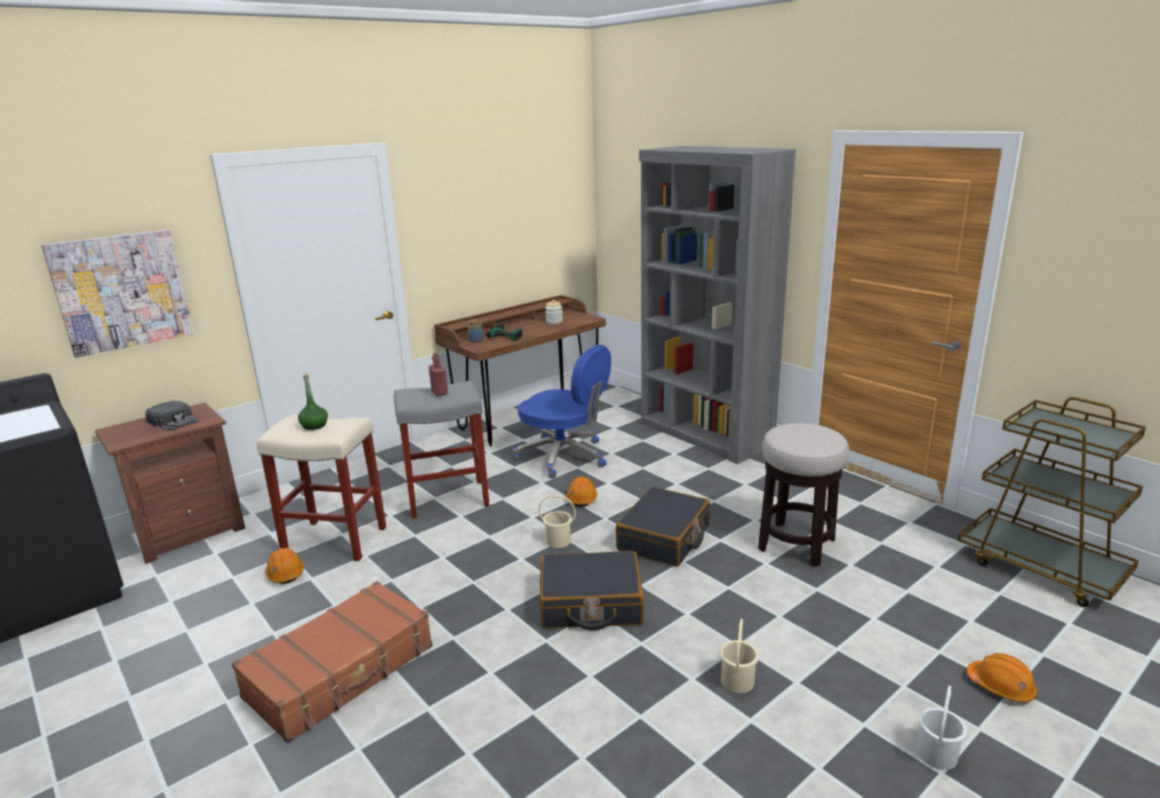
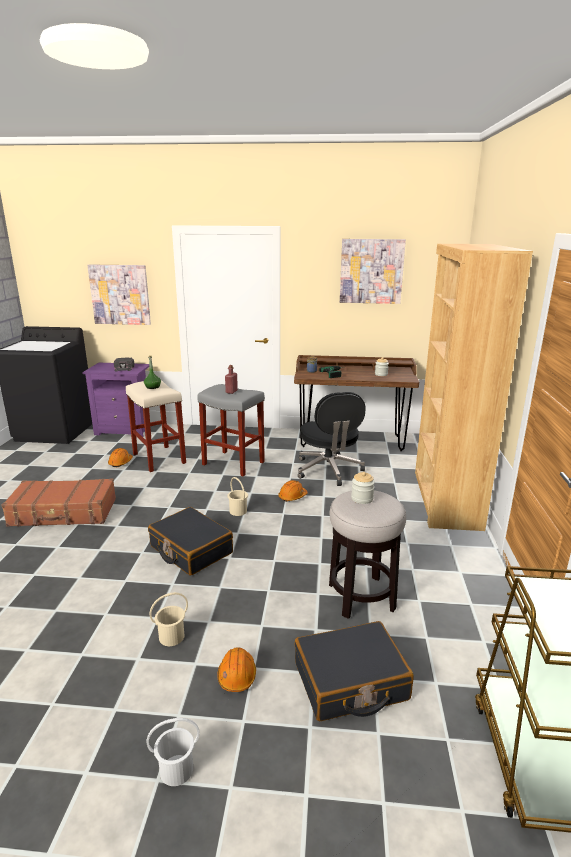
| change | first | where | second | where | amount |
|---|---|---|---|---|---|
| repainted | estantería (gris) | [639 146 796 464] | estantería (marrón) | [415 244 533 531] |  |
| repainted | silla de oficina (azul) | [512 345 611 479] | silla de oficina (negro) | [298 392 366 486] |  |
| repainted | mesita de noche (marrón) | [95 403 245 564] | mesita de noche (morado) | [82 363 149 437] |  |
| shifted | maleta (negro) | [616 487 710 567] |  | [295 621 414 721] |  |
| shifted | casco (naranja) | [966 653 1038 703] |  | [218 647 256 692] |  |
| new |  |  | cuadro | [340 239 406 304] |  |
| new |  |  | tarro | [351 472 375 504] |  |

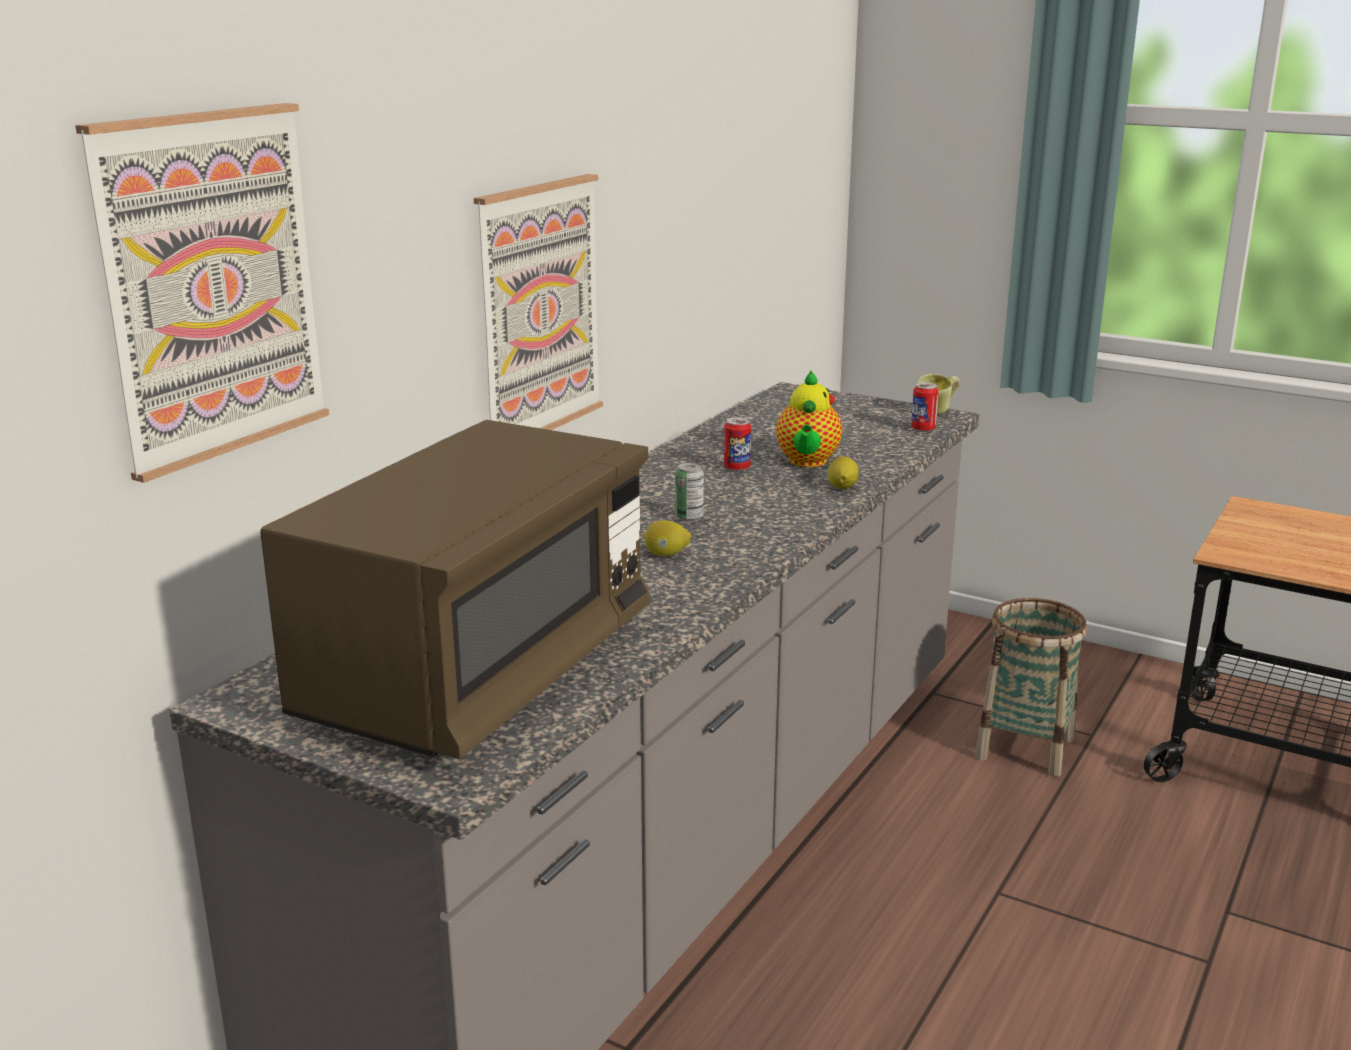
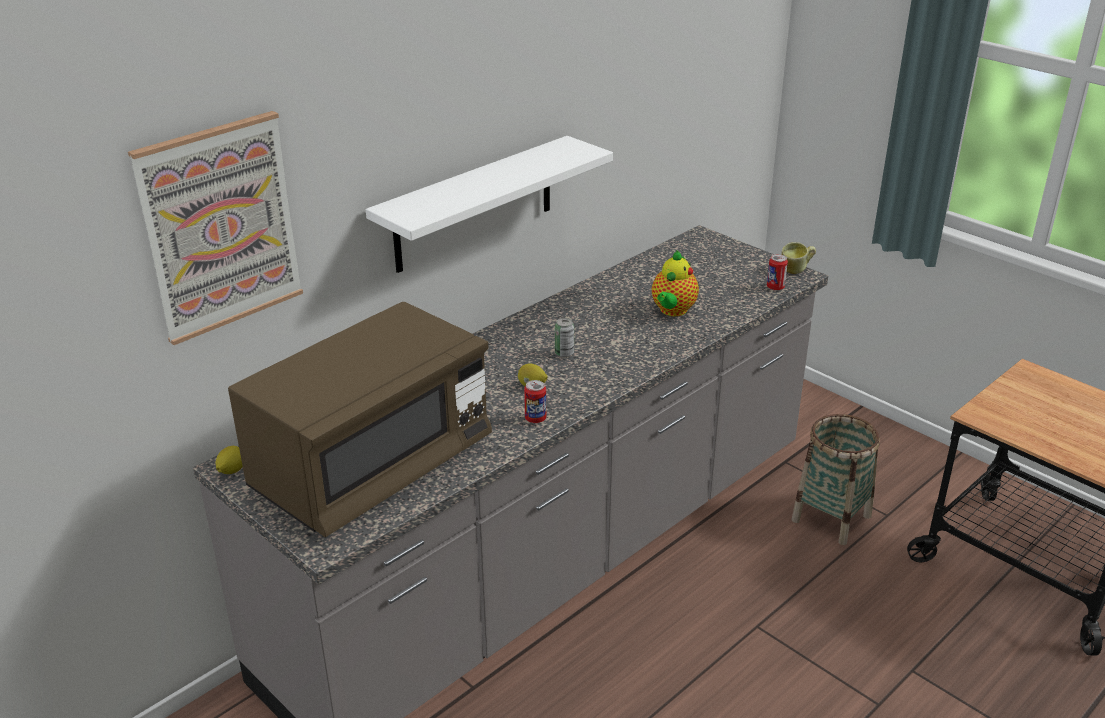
| change | first | where | second | where | amount |
|---|---|---|---|---|---|
| swapped | cuadro | [474 174 603 430] | estante (blanco) | [366 136 613 273] |  |
| shifted | lata | [724 418 751 471] |  | [524 380 546 423] |  |
| shifted | limón | [827 456 859 489] |  | [216 446 243 474] |  |

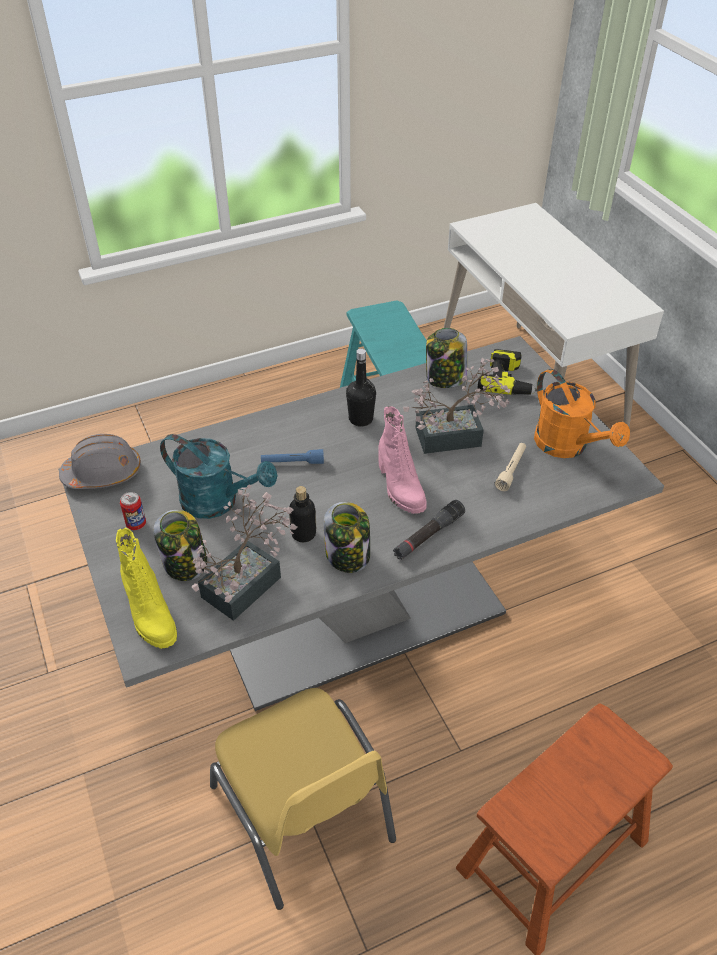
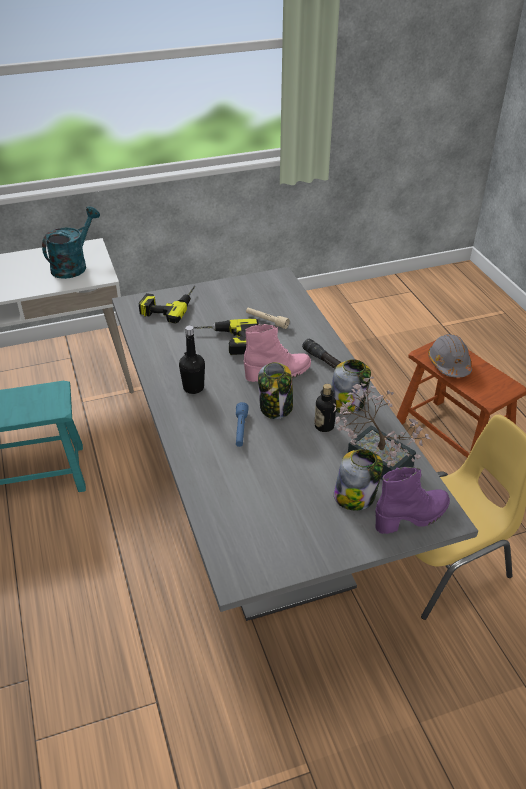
| change | first | where | second | where | amount |
|---|---|---|---|---|---|
| shifted | tarro | [426 328 467 388] |  | [258 362 293 419] |  |
| swapped | planta en maceta | [403 358 510 454] | taladro | [193 319 259 355] |  |
| gone | regadera (naranja) | [534 369 630 458] |  |  |  |
| shifted | casco (gris) | [59 434 141 489] |  | [428 334 472 378] |  |
| shifted | regadera (turquesa) | [160 434 278 519] |  | [42 206 100 279] |  |
| gone | lata | [120 492 146 530] |  |  |  |
| repainted | bota (amarillo) | [116 528 177 649] | bota (morado) | [376 467 450 534] |  |

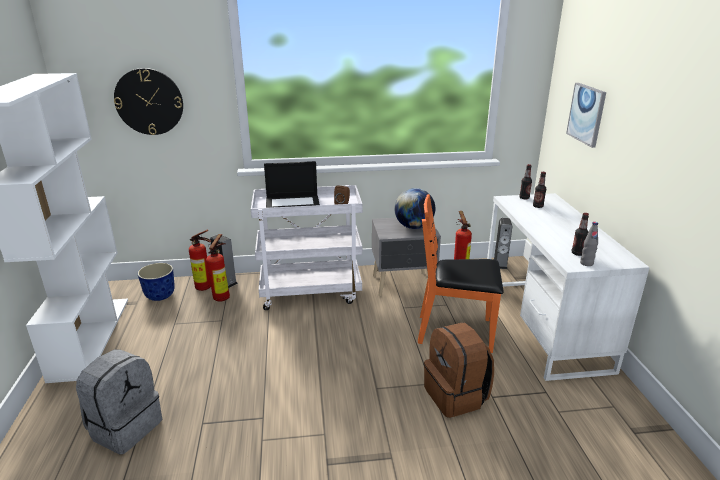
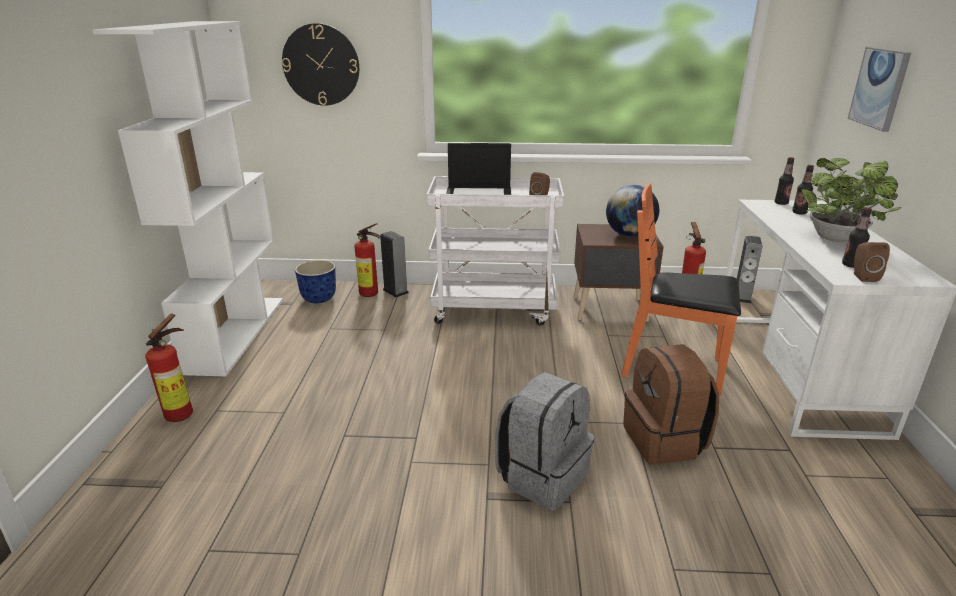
| change | first | where | second | where | amount |
|---|---|---|---|---|---|
| repainted | mesita de noche (gris) | [372 218 441 296] | mesita de noche (marrón) | [573 224 664 322] |  |
| swapped | botella (gris) | [580 222 598 266] | altavoz (marrón) | [854 242 890 282] |  |
| shifted | extintor | [206 234 230 302] |  | [145 313 193 422] |  |
| shifted | mochila (gris) | [76 349 162 454] |  | [495 372 594 510] |  |
| new |  |  | planta en maceta | [801 158 901 242] |  |

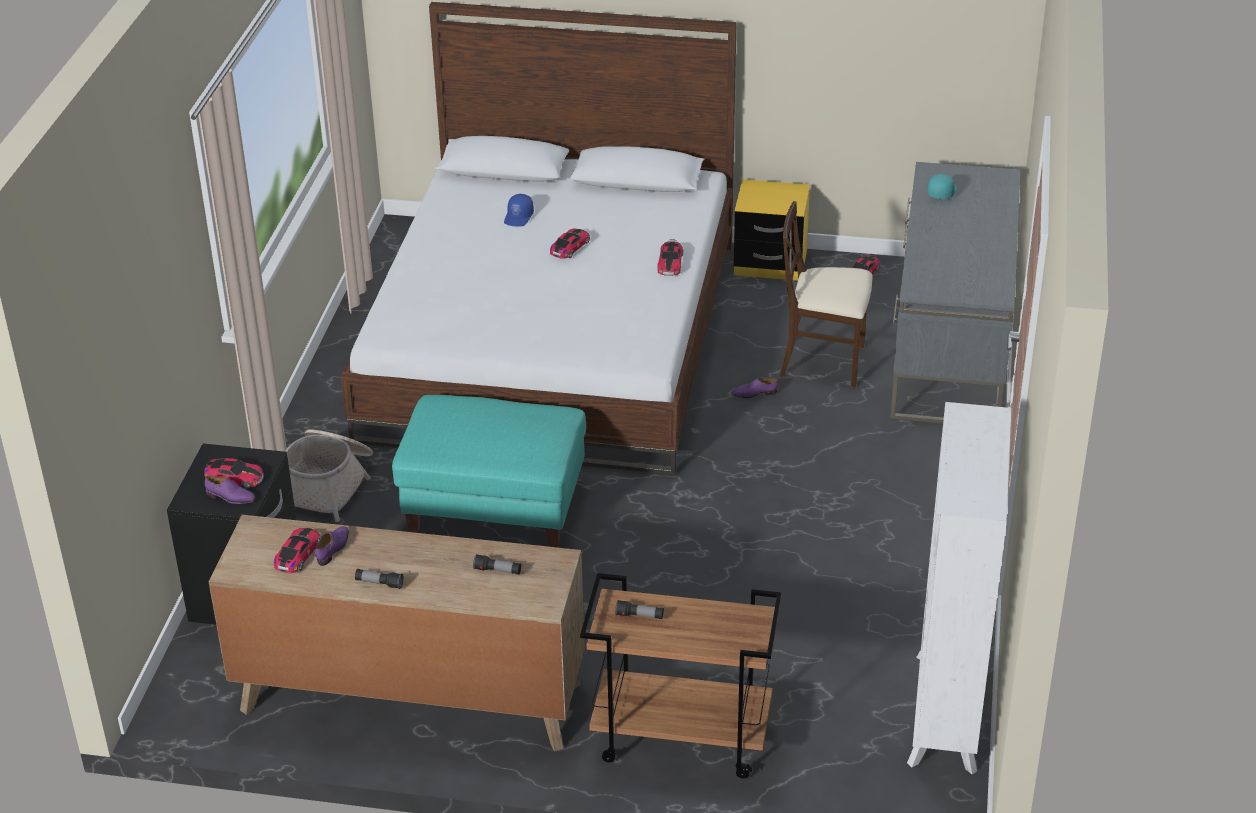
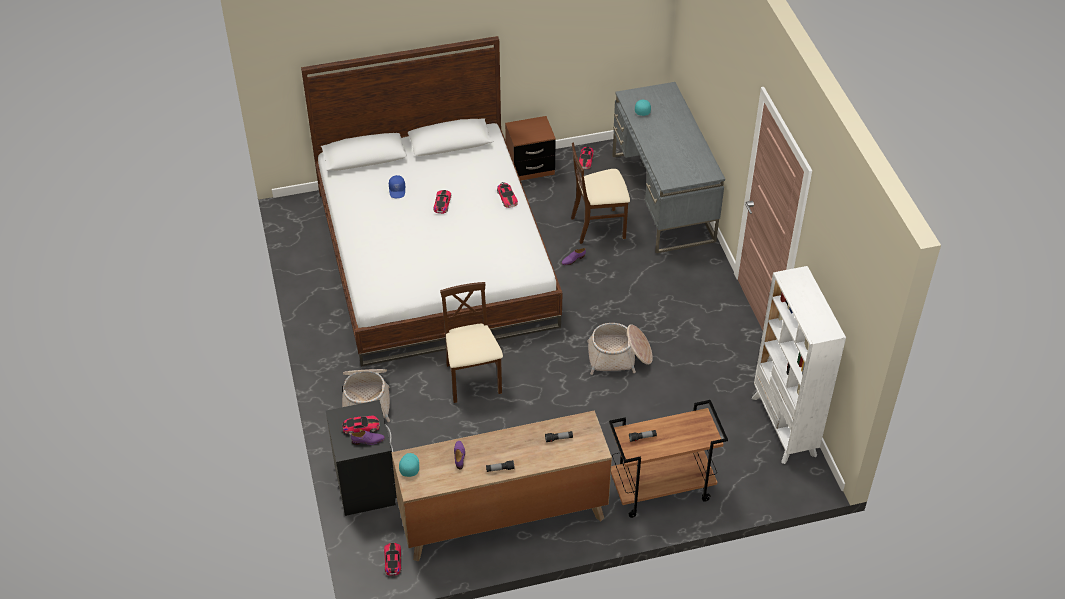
| change | first | where | second | where | amount |
|---|---|---|---|---|---|
| repainted | mesita de noche (amarillo) | [734 179 810 280] | mesita de noche (marrón) | [505 116 556 181] |  |
| swapped | puf (turquesa) | [392 395 586 547] | silla (beis) | [440 282 503 403] |  |
| shifted | coche de juguete | [274 528 321 573] |  | [384 543 402 576] |  |
| new |  |  | cesta | [587 323 653 375] |  |
| new |  |  | gorra (turquesa) | [399 453 419 477] |  |

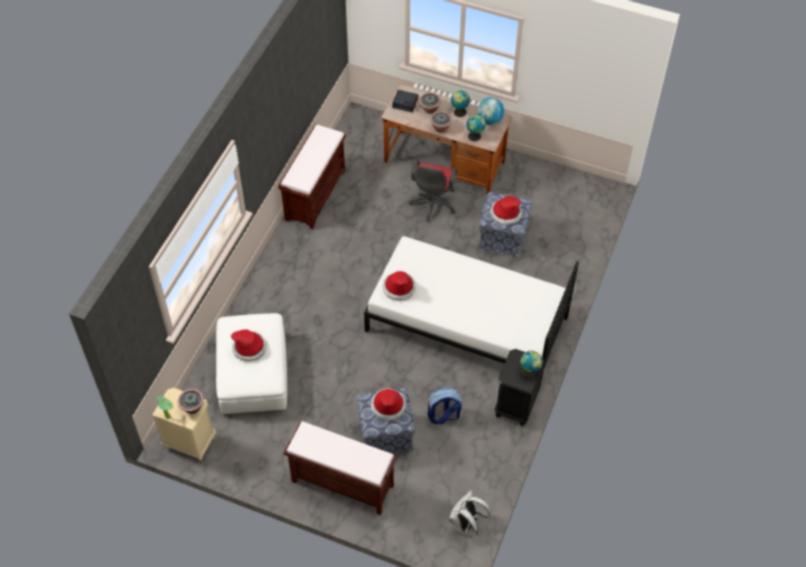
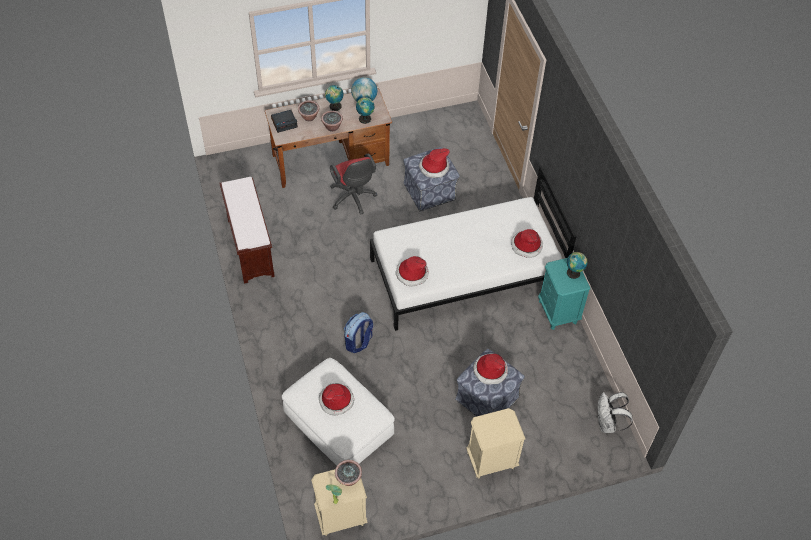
| change | first | where | second | where | amount |
|---|---|---|---|---|---|
| repainted | mesita de noche (negro) | [494 349 545 426] | mesita de noche (turquesa) | [538 258 590 330] |  |
| shifted | mochila | [428 388 462 424] |  | [344 312 373 353] |  |
| swapped | banco (marrón) | [284 421 397 515] | mesita de noche (beis) | [466 408 526 478] |  |
| new |  |  | sombrero | [511 229 543 258] |  |

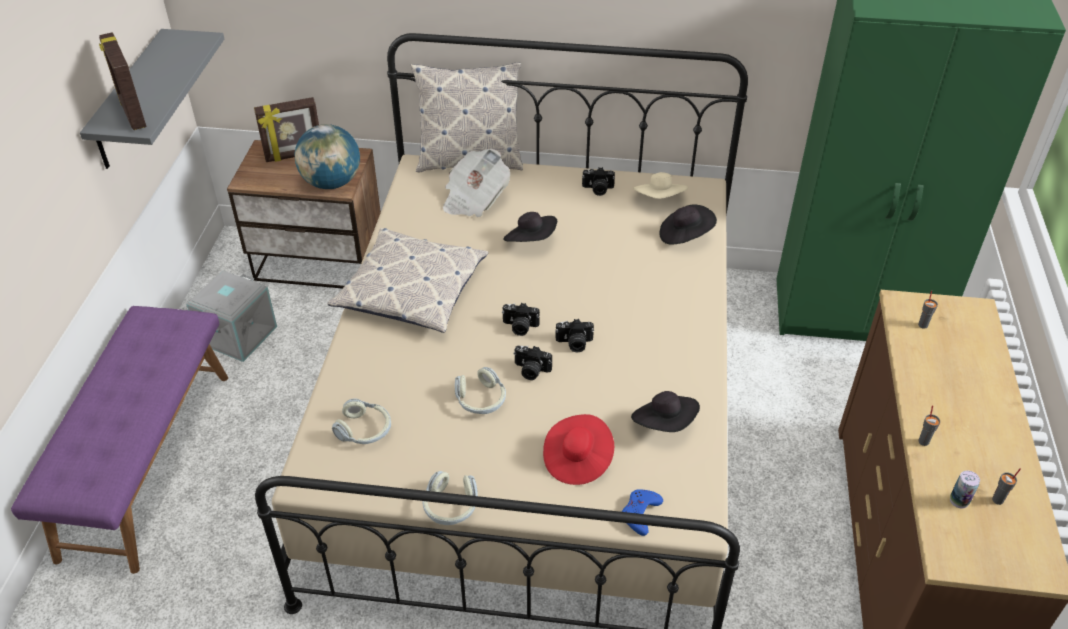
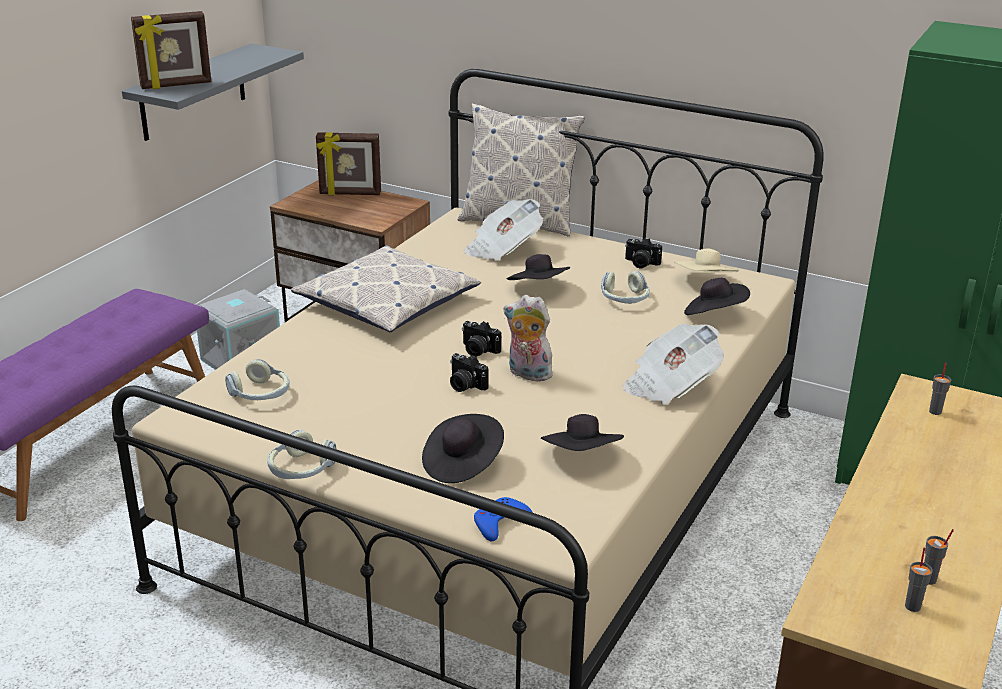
| change | first | where | second | where | amount |
|---|---|---|---|---|---|
| rotated | portarretratos | [99 32 147 130] |  | [131 11 211 89] | 105 degrees counterclockwise |
| gone | globo terráqueo | [295 124 360 189] |  |  |  |
| swapped | cámara | [555 319 594 352] | peluche | [504 295 558 381] |  |
| shifted | auriculares | [455 367 506 414] |  | [601 271 650 304] |  |
| shifted | taza (gris) | [919 405 940 446] |  | [905 548 933 612] |  |
| repainted | sombrero (rojo) | [543 414 614 485] | sombrero (negro) | [422 414 504 483] |  |
| gone | lata | [950 470 980 508] |  |  |  |
| new |  |  | periódico | [623 324 724 405] |  |

